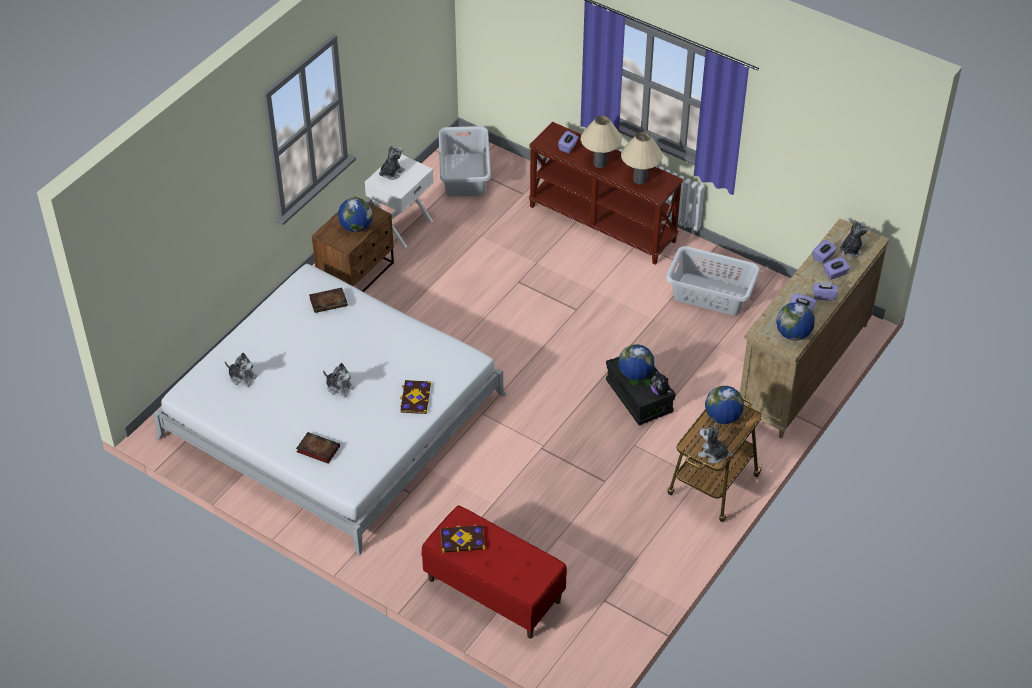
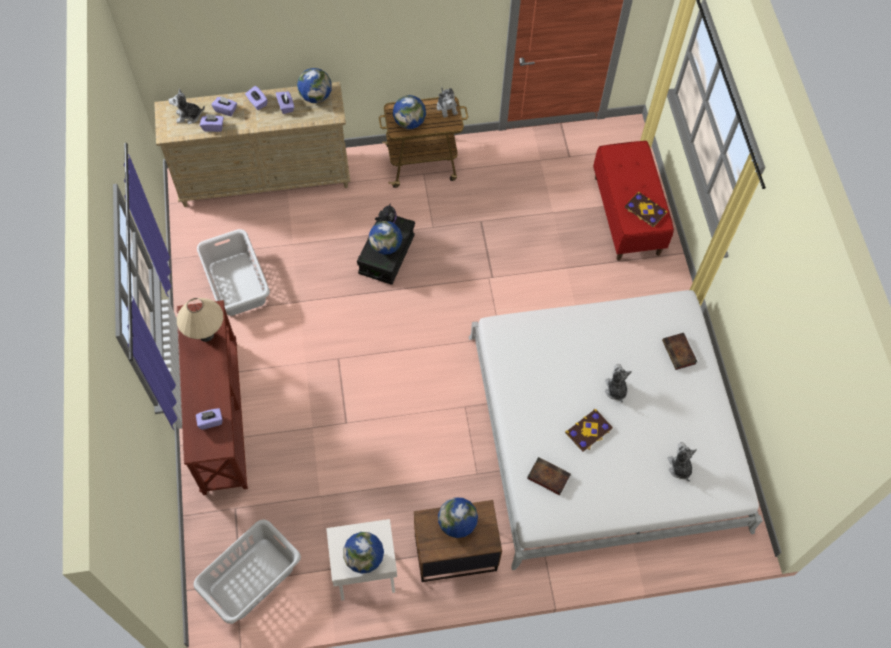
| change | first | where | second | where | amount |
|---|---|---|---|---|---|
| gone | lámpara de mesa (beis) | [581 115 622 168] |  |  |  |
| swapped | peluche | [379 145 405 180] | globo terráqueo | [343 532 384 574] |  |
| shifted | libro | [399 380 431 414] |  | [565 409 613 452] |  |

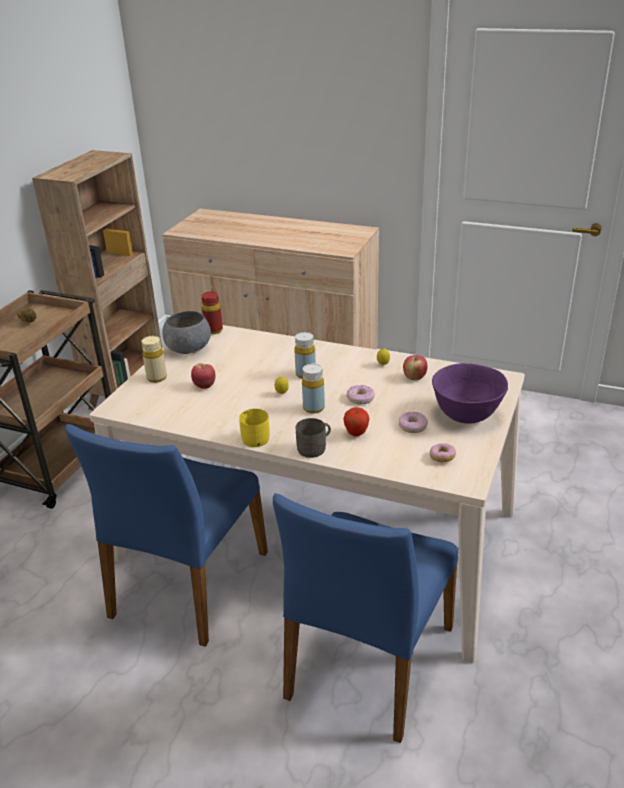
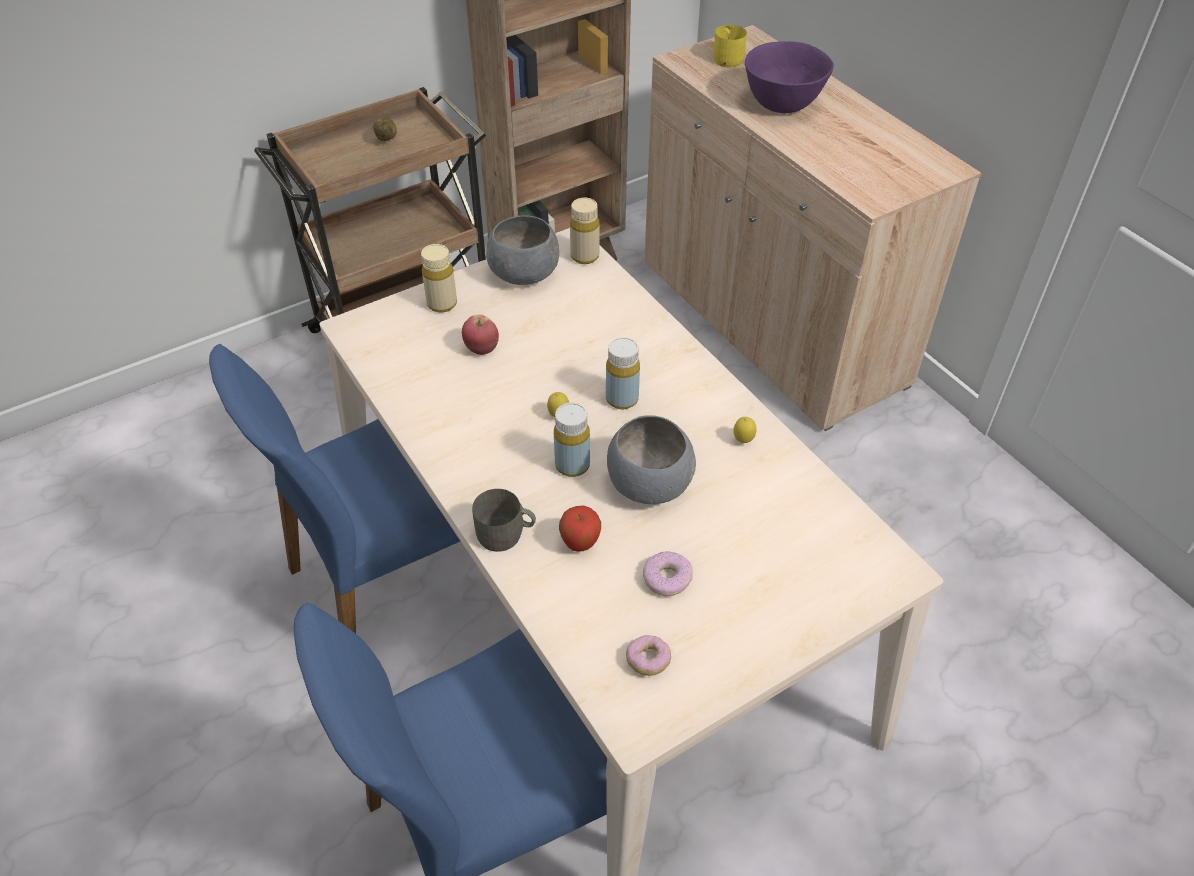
| change | first | where | second | where | amount |
|---|---|---|---|---|---|
| repainted | botella (rojo) | [202 292 223 334] | botella (beis) | [570 198 599 264] |  |
| gone | manzana | [403 355 428 380] |  |  |  |
| shifted | cuenco (morado) | [432 363 508 424] |  | [745 41 834 113] |  |
| swapped | rosquilla | [347 385 375 405] | cuenco (gris) | [607 415 696 504] |  |
| shifted | taza grande (amarillo) | [239 409 270 447] |  | [713 25 747 67] |  |

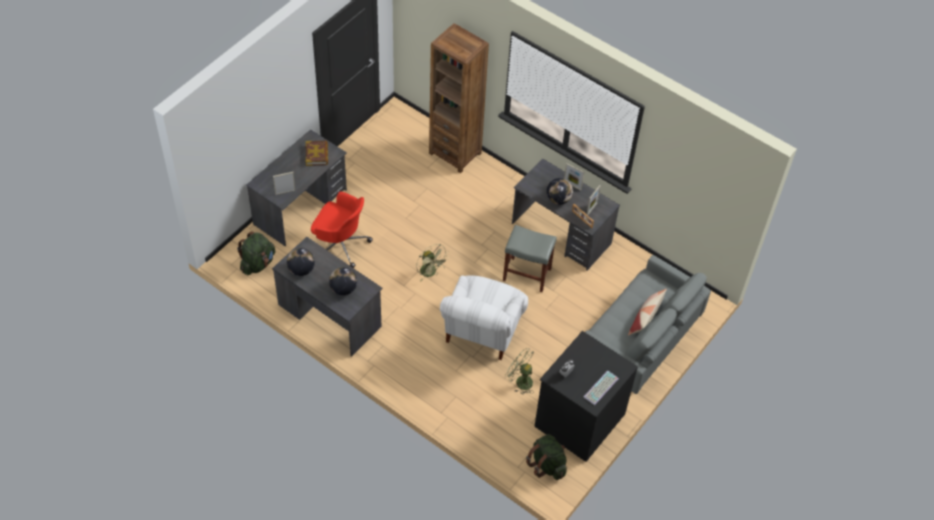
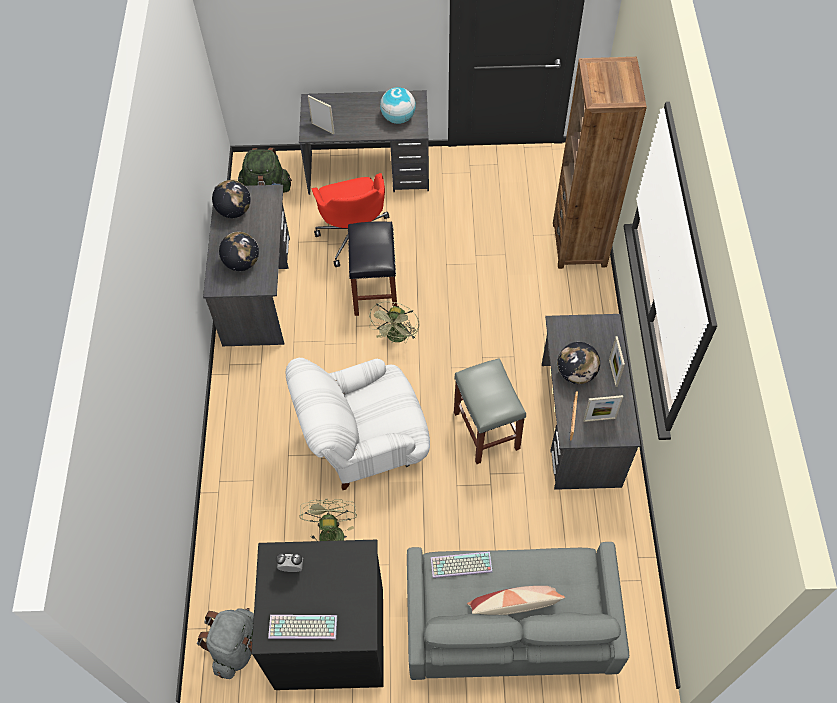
| change | first | where | second | where | amount |
|---|---|---|---|---|---|
| swapped | libro | [305 141 328 166] | globo terráqueo | [380 87 416 124] |  |
| repainted | mochila (verde) | [526 434 567 480] | mochila (gris) | [197 608 254 679] |  |
| new |  |  | taburete (negro) | [348 221 397 316] |  |
| new |  |  | teclado | [430 552 493 578] |  |

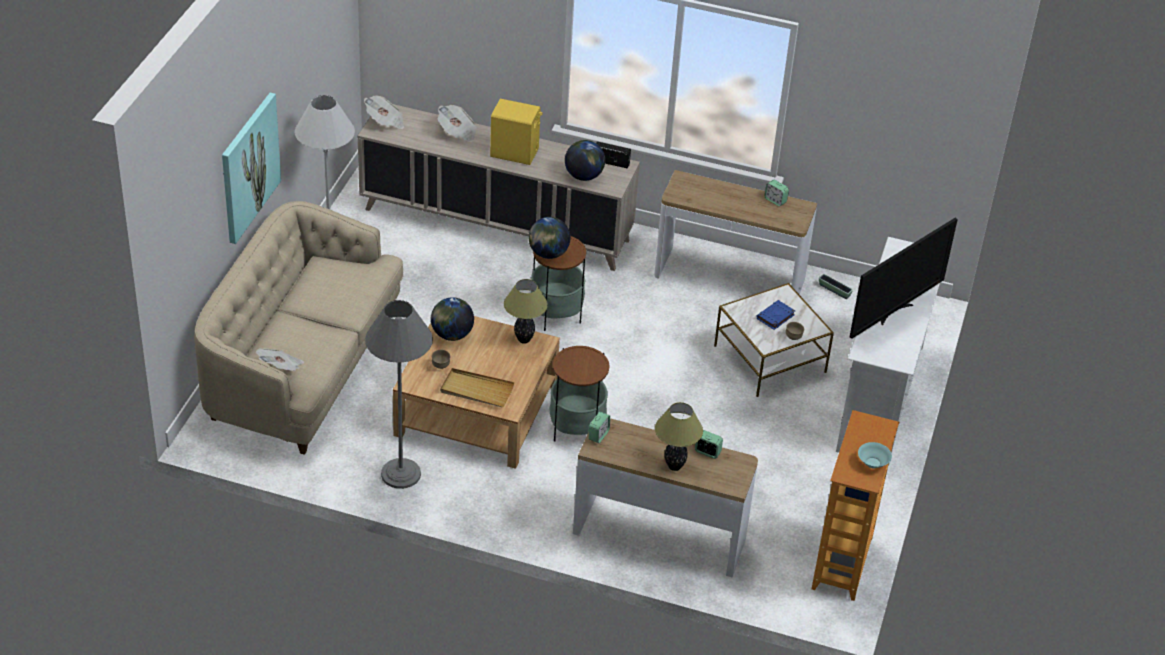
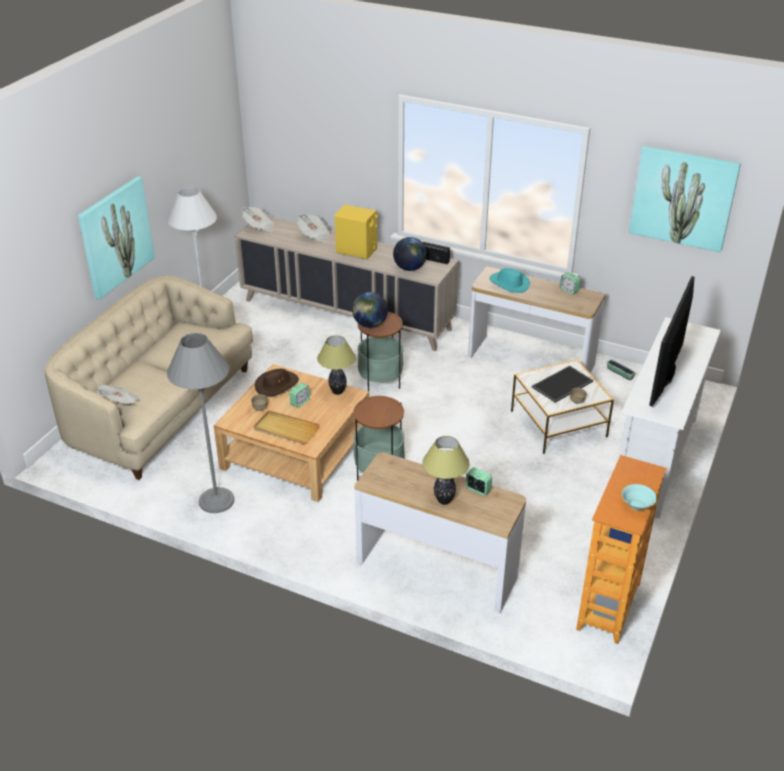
| change | first | where | second | where | amount |
|---|---|---|---|---|---|
| rotated | televisor | [850 218 958 339] |  | [649 276 694 406] | 150 degrees clockwise |
| swapped | globo terráqueo | [431 297 474 341] | sombrero (marrón) | [255 369 299 397] |  |
| swapped | libro (azul) | [756 300 795 330] | bandeja | [532 366 593 403] |  |
| shifted | despertador | [589 412 610 443] |  | [289 383 310 408] |  |
| new |  |  | cuadro | [629 146 741 252] |  |
| new |  |  | sombrero (turquesa) | [489 268 530 293] |  |

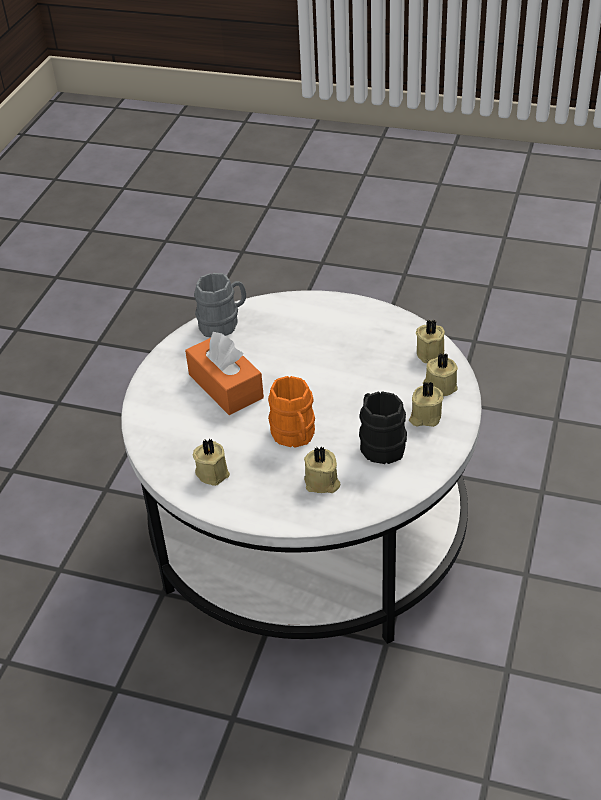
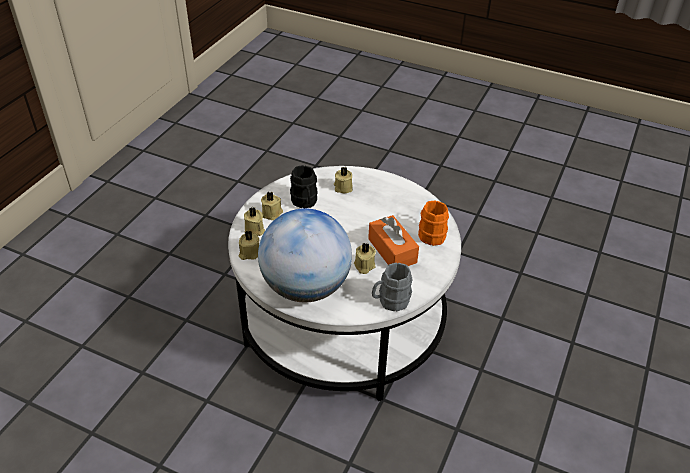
| change | first | where | second | where | amount |
|---|---|---|---|---|---|
| shifted | taza grande (naranja) | [268 376 315 447] |  | [418 201 449 246] |  |
| shifted | vela (beis) | [193 438 230 486] |  | [354 242 376 274] |  |
| new |  |  | globo terráqueo | [258 209 352 302] |  |

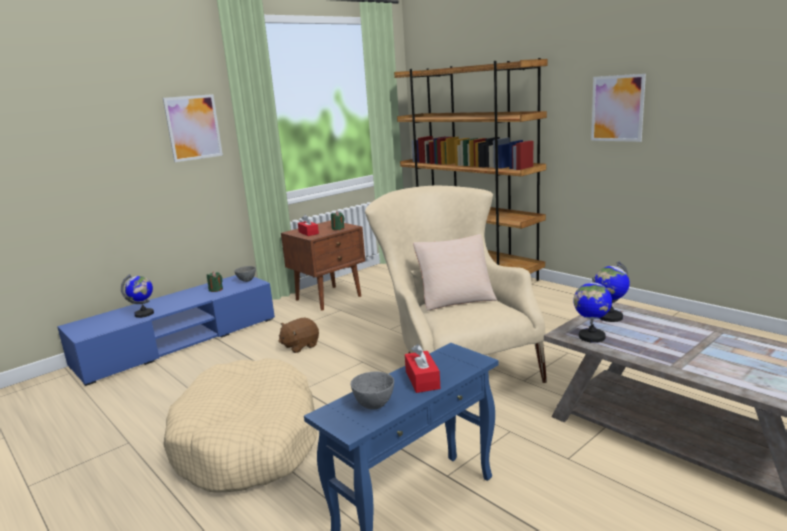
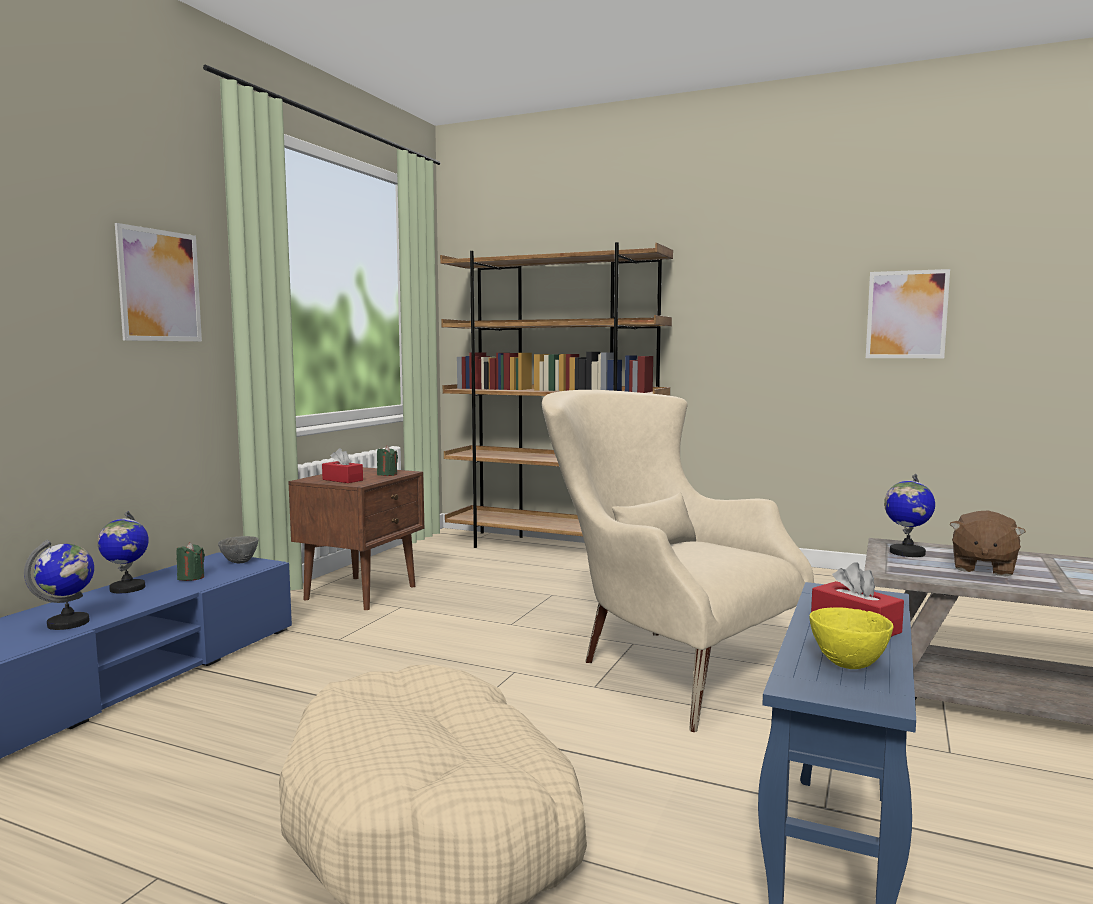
| change | first | where | second | where | amount |
|---|---|---|---|---|---|
| shifted | cuadro | [591 74 646 142] |  | [866 269 950 358] |  |
| gone | cojín (beis) | [413 234 497 311] |  |  |  |
| shifted | globo terráqueo | [573 276 612 343] |  | [97 511 149 593] |  |
| shifted | peluche (marrón) | [278 317 319 353] |  | [950 510 1026 576] |  |
| repainted | cuenco (gris) | [351 371 394 410] | cuenco (amarillo) | [809 607 893 669] |  |

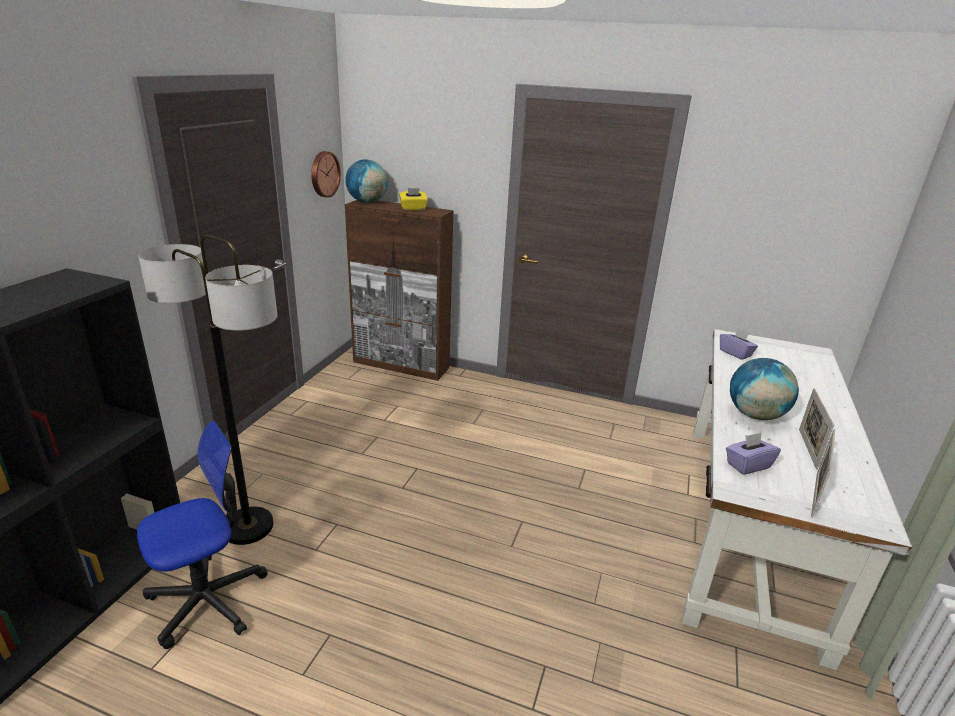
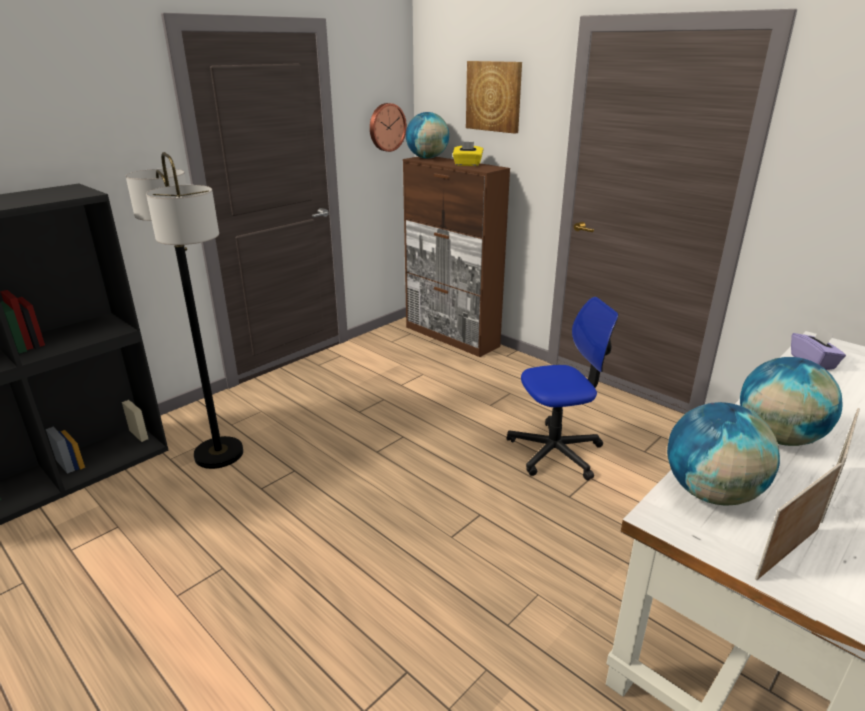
| change | first | where | second | where | amount |
|---|---|---|---|---|---|
| shifted | silla de oficina | [137 420 268 649] |  | [506 297 619 480] |  |
| swapped | caja de pañuelos (morado) | [726 433 781 475] | globo terráqueo | [667 402 780 506] |  |
| new |  |  | cuadro | [466 61 522 134] |  |

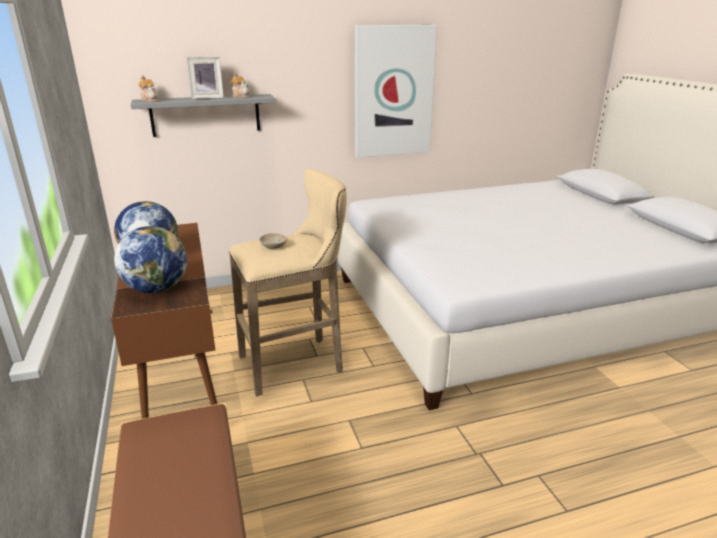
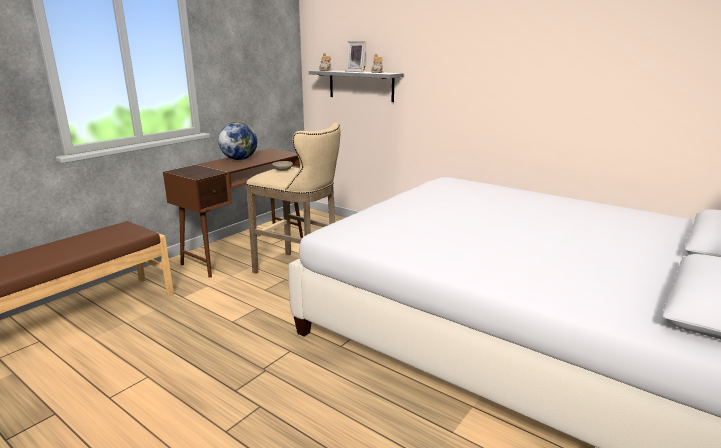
| change | first | where | second | where | amount |
|---|---|---|---|---|---|
| gone | cuadro | [355 25 437 158] |  |  |  |
| gone | globo terráqueo | [114 226 187 293] |  |  |  |

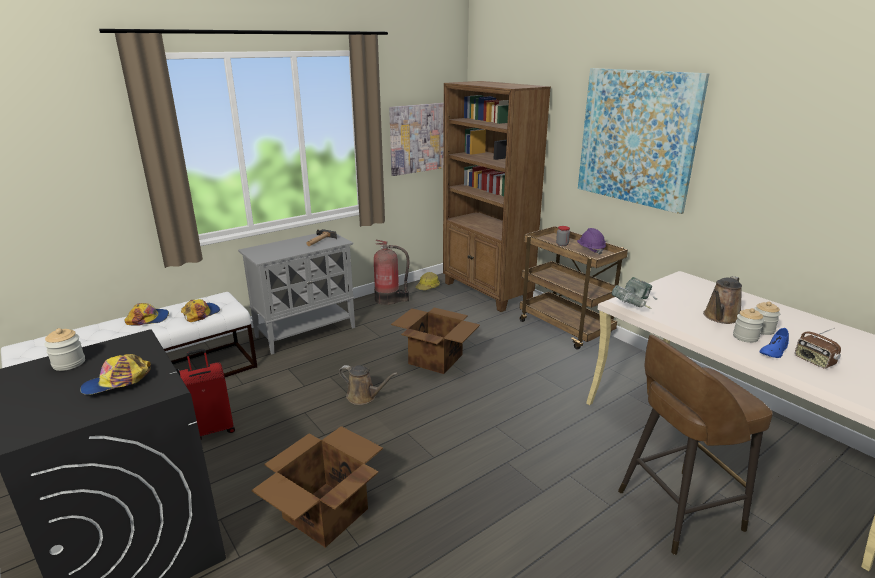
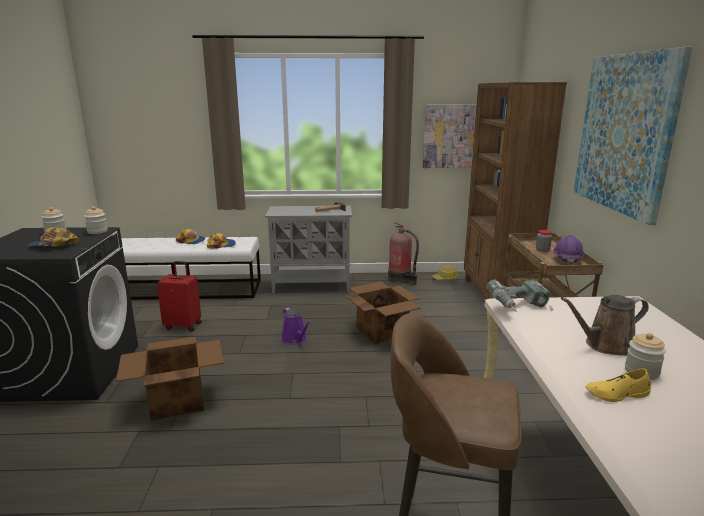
| change | first | where | second | where | amount |
|---|---|---|---|---|---|
| shifted | tarro | [733 308 764 343] |  | [84 207 108 234] |  |
| repainted | zapato (azul) | [760 328 789 358] | zapato (amarillo) | [585 369 651 402] |  |
| gone | radio | [795 328 841 369] |  |  |  |
| repainted | regadera (marrón) | [339 365 398 405] | regadera (morado) | [281 308 311 344] |  |

